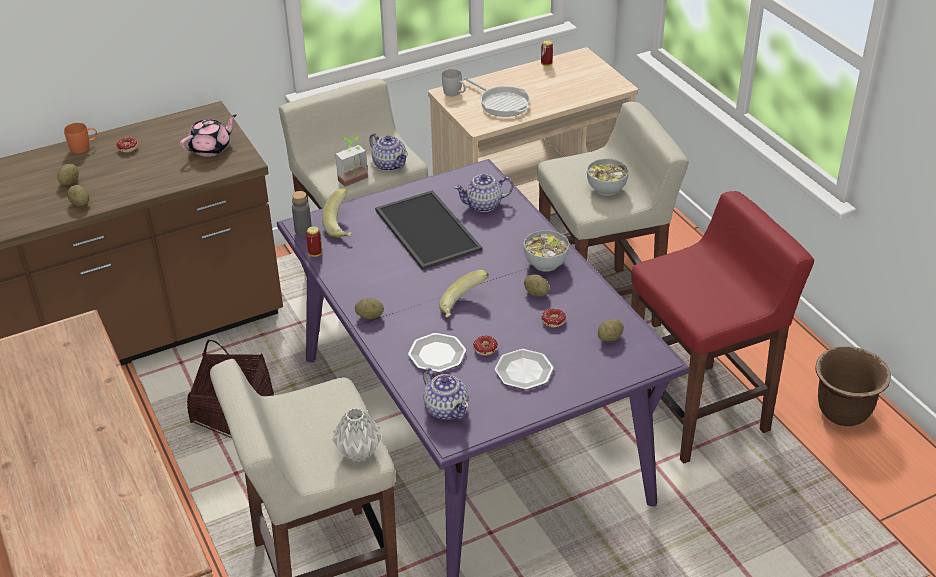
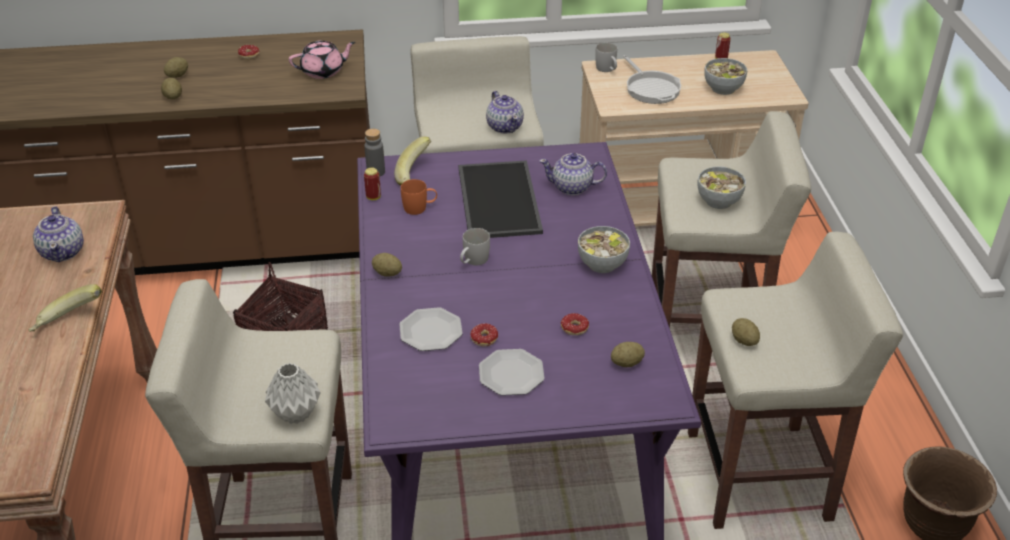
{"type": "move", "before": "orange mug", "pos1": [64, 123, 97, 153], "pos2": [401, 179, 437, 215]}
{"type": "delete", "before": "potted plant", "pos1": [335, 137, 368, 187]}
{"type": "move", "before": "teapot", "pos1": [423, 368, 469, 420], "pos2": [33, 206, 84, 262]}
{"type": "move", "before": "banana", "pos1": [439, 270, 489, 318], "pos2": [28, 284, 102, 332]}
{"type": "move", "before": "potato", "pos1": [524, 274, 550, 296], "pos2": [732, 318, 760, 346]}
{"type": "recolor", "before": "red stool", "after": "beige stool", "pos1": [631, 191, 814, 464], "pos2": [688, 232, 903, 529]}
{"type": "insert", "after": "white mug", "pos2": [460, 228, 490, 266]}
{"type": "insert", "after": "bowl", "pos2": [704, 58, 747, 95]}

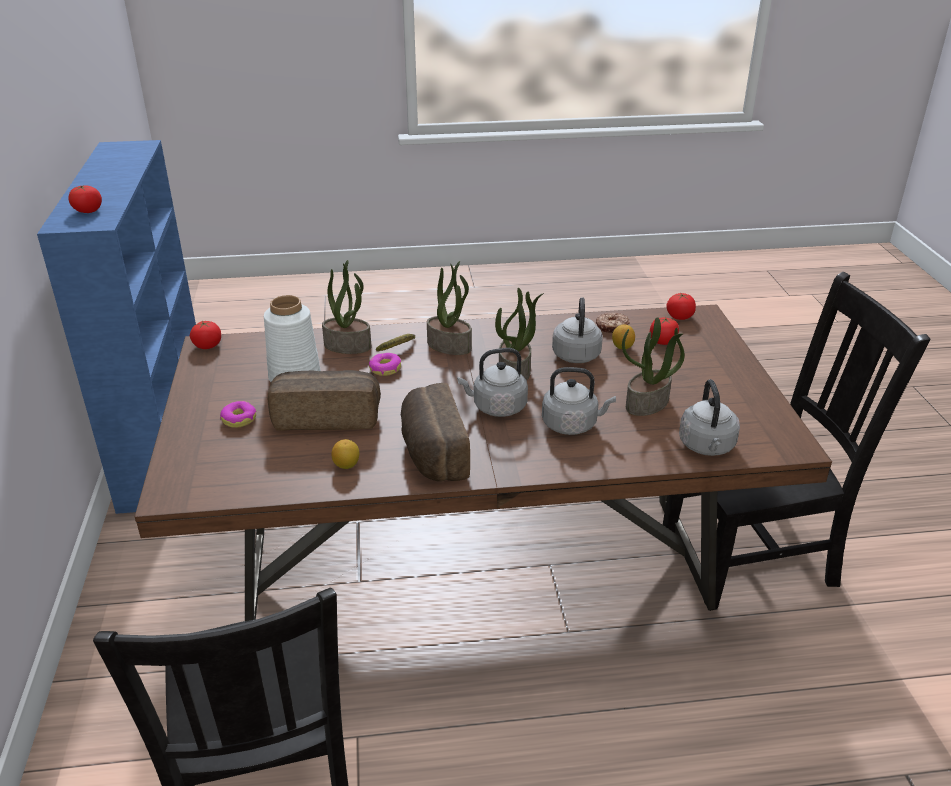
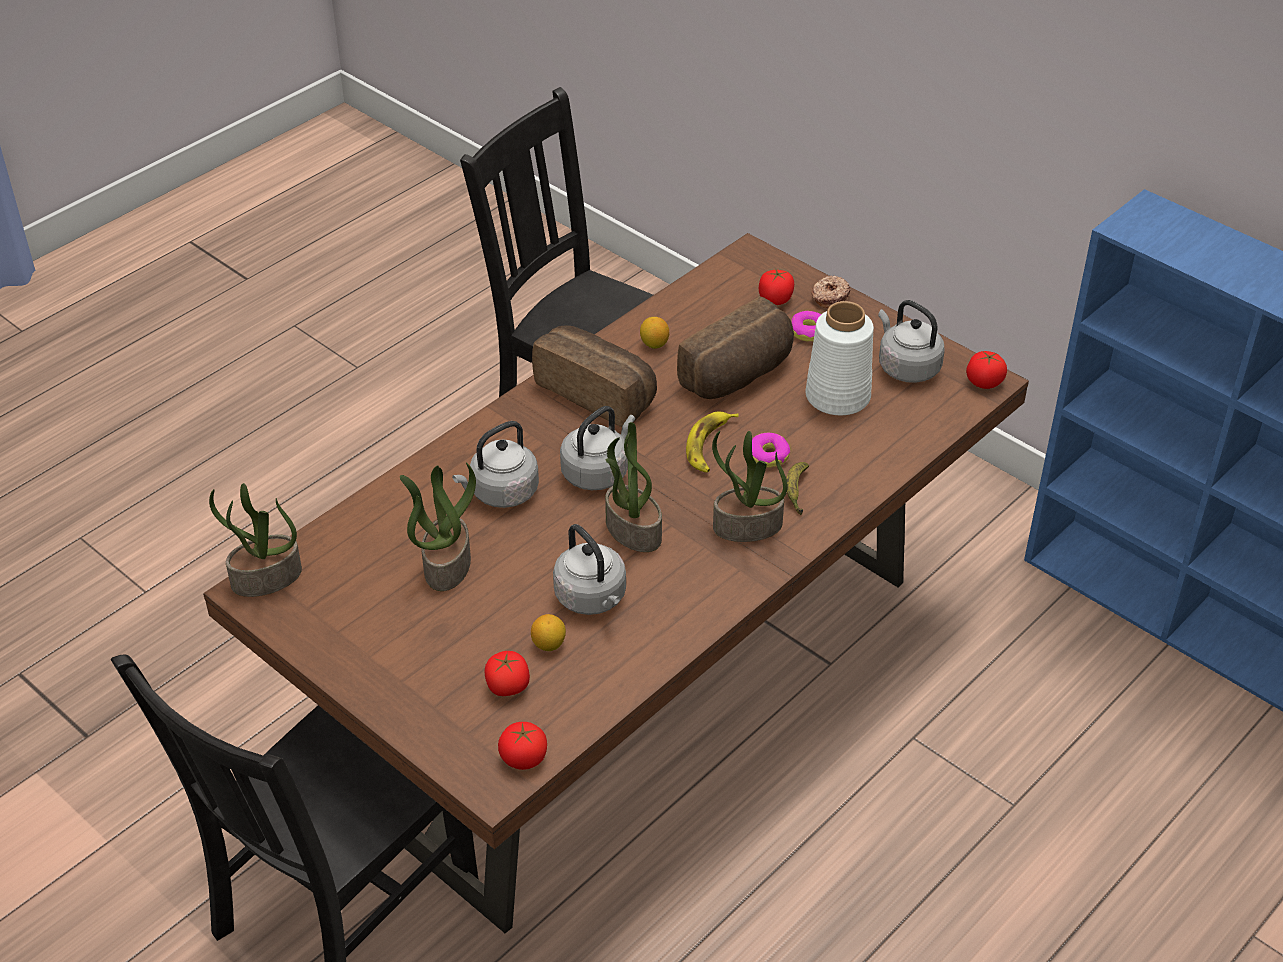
{"type": "move", "before": "tomato", "pos1": [68, 185, 102, 213], "pos2": [759, 268, 794, 305]}
{"type": "move", "before": "potted plant", "pos1": [322, 260, 371, 354], "pos2": [209, 483, 302, 597]}
{"type": "move", "before": "donut", "pos1": [596, 313, 630, 333], "pos2": [811, 275, 851, 308]}
{"type": "move", "before": "grey kettle", "pos1": [679, 379, 740, 456], "pos2": [878, 300, 945, 383]}
{"type": "insert", "after": "banana", "pos2": [686, 412, 738, 473]}

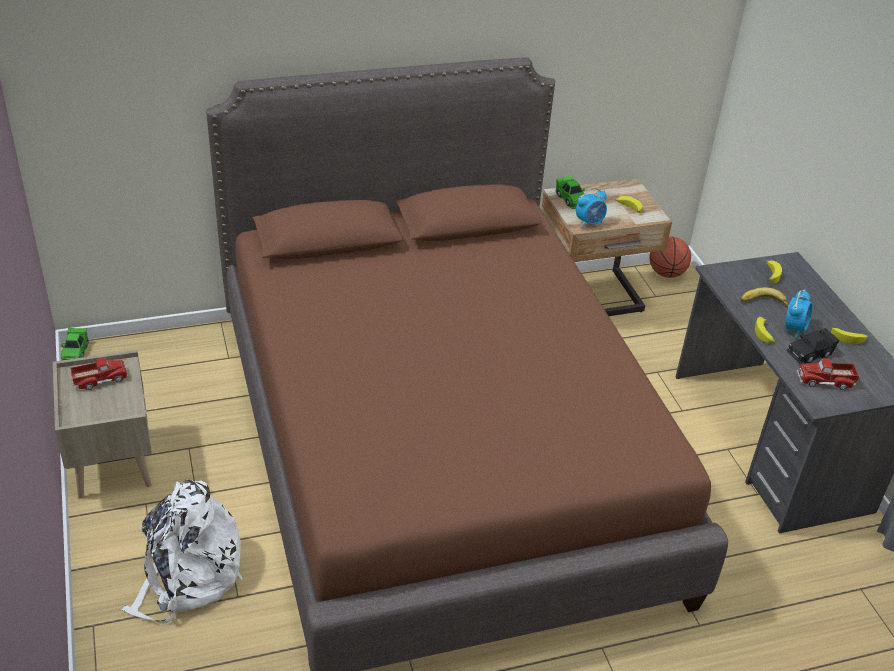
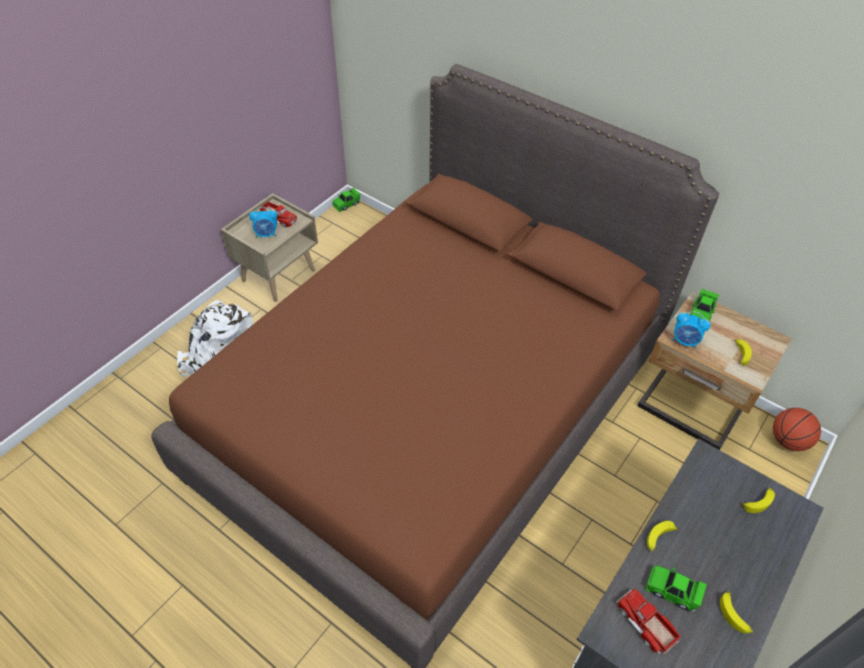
{"type": "delete", "before": "banana", "pos1": [741, 287, 789, 307]}
{"type": "move", "before": "alarm clock", "pos1": [785, 289, 812, 339], "pos2": [249, 207, 277, 238]}
{"type": "recolor", "before": "black toy car", "after": "green toy car", "pos1": [787, 328, 840, 364], "pos2": [646, 565, 707, 612]}

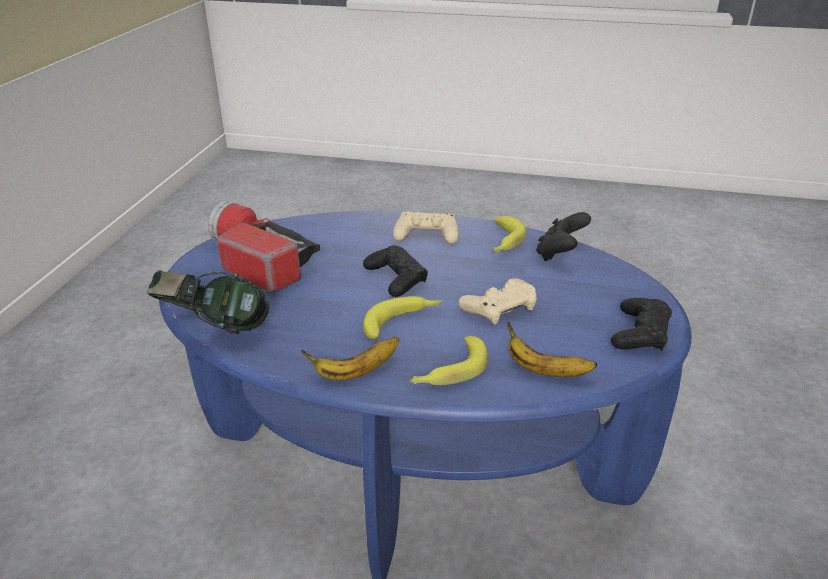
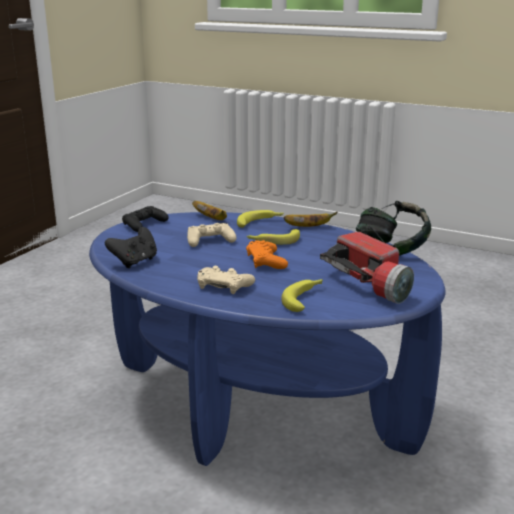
{"type": "recolor", "before": "black game controller", "after": "orange game controller", "pos1": [363, 245, 428, 297], "pos2": [246, 240, 288, 269]}
{"type": "move", "before": "banana", "pos1": [493, 216, 526, 253], "pos2": [281, 279, 323, 312]}

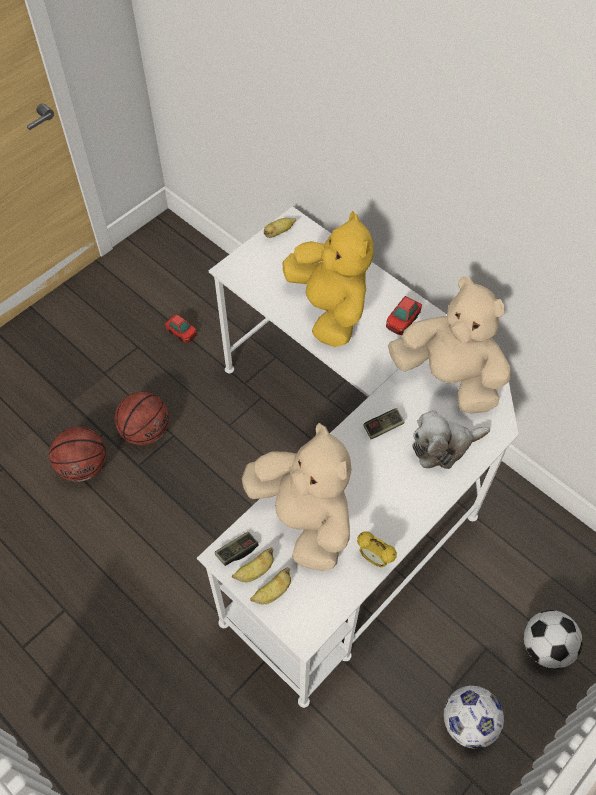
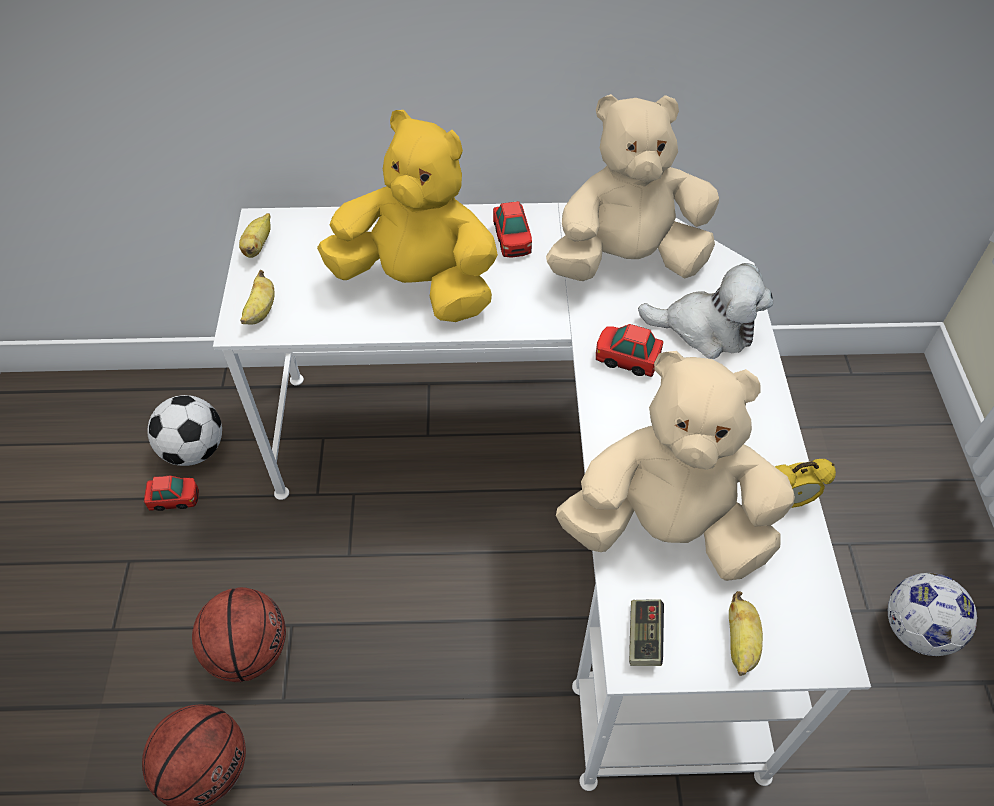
{"type": "move", "before": "banana", "pos1": [232, 547, 274, 582], "pos2": [240, 270, 275, 325]}
{"type": "replace", "before": "game controller", "after": "toy car", "pos1": [364, 408, 405, 439], "pos2": [596, 324, 663, 377]}
{"type": "rotate", "before": "plush toy", "pos1": [412, 410, 490, 469], "pos2": [638, 263, 773, 359], "turn": -105}
{"type": "move", "before": "football", "pos1": [524, 610, 583, 669], "pos2": [147, 395, 222, 466]}

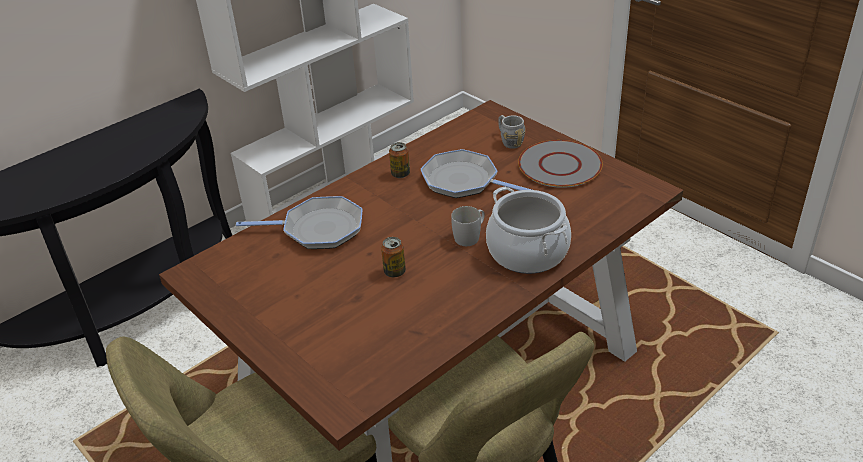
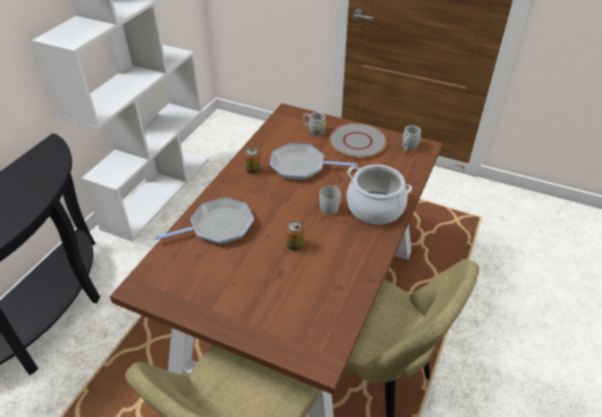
{"type": "insert", "after": "grey mug", "pos2": [402, 125, 421, 151]}

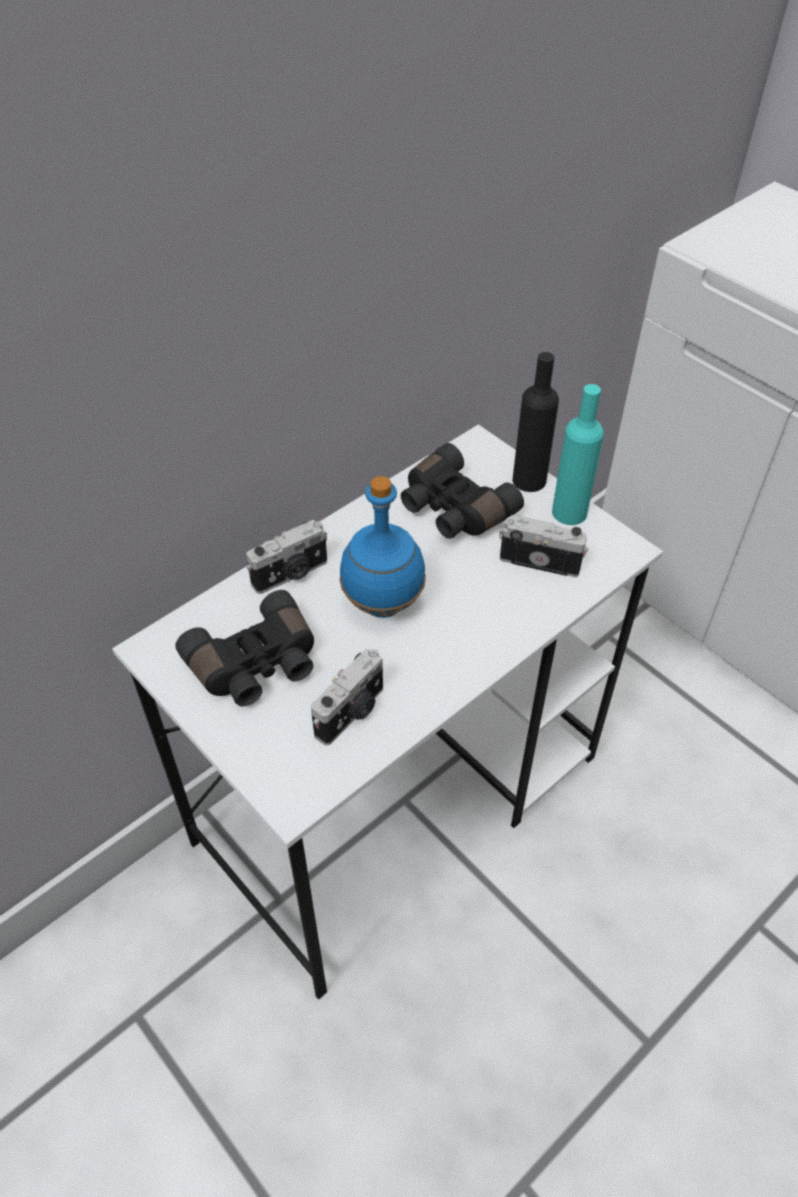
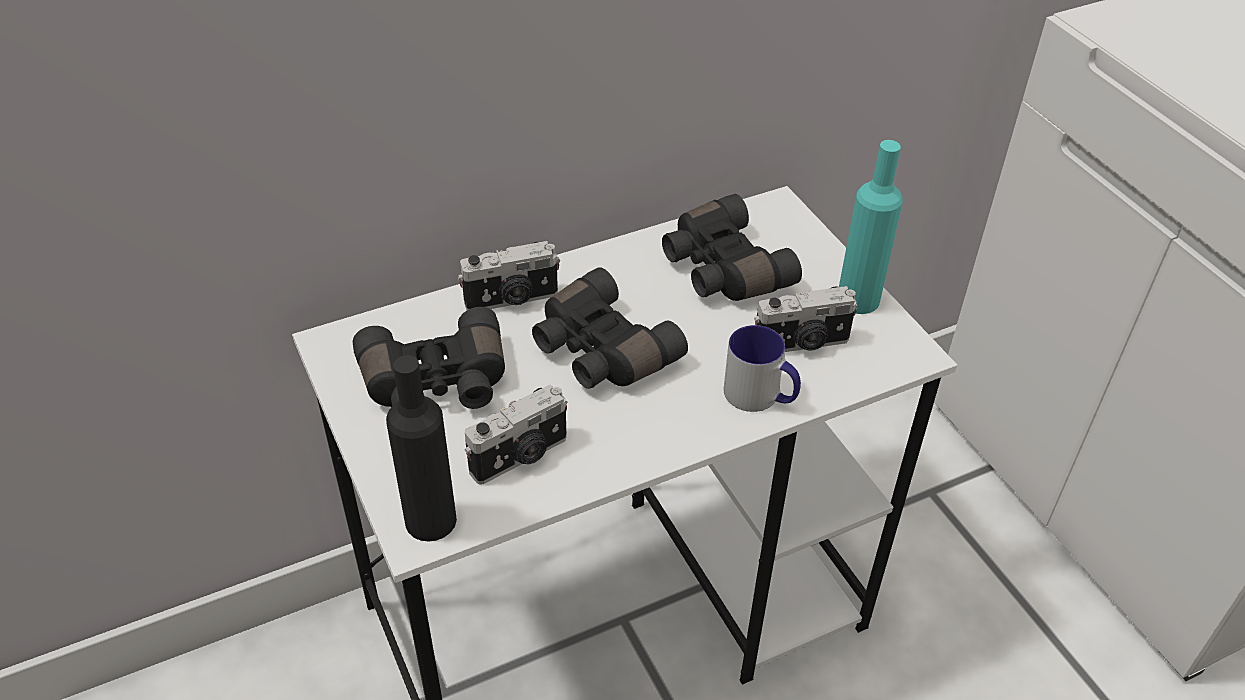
{"type": "replace", "before": "blue bottle", "after": "black binoculars", "pos1": [339, 476, 426, 618], "pos2": [532, 267, 688, 389]}
{"type": "rotate", "before": "photo camera", "pos1": [499, 515, 588, 577], "pos2": [754, 286, 858, 352], "turn": 135}
{"type": "move", "before": "black bottle", "pos1": [512, 352, 559, 492], "pos2": [386, 355, 457, 542]}
{"type": "insert", "after": "mug", "pos2": [724, 325, 801, 412]}

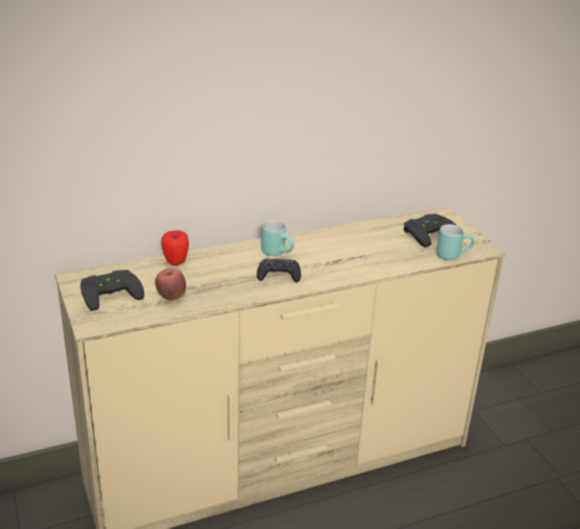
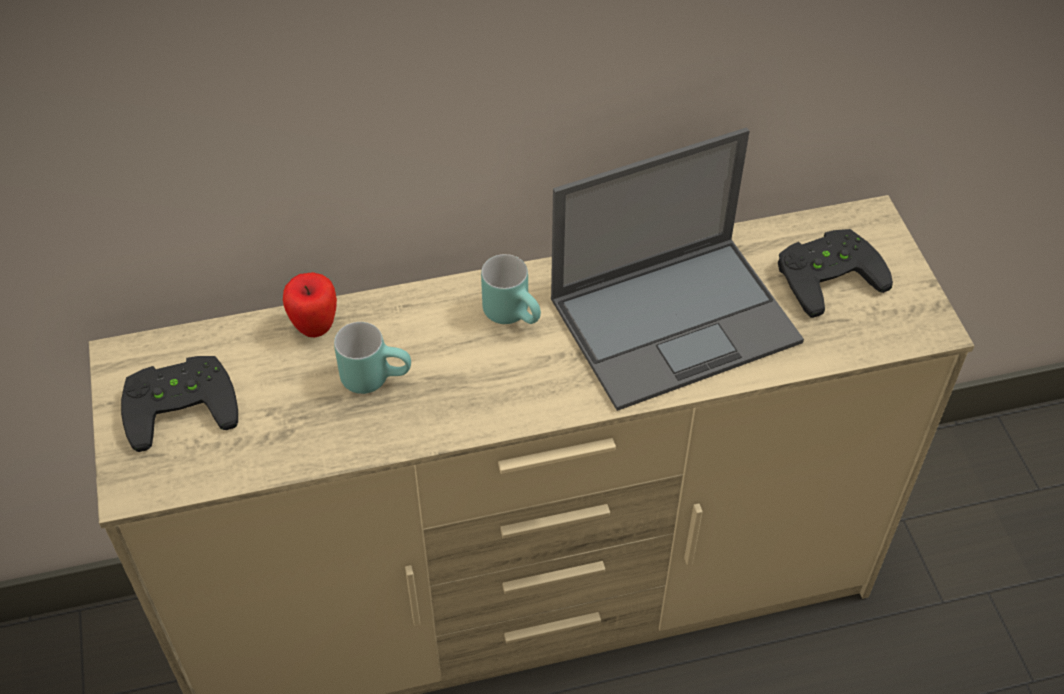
{"type": "delete", "before": "apple", "pos1": [155, 268, 186, 300]}
{"type": "delete", "before": "black game controller", "pos1": [257, 259, 301, 282]}
{"type": "move", "before": "turquoise mug", "pos1": [436, 224, 475, 260], "pos2": [334, 322, 411, 394]}
{"type": "insert", "after": "laptop", "pos2": [551, 128, 804, 411]}

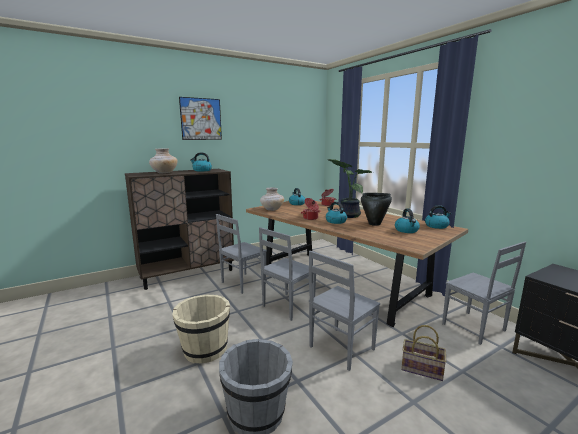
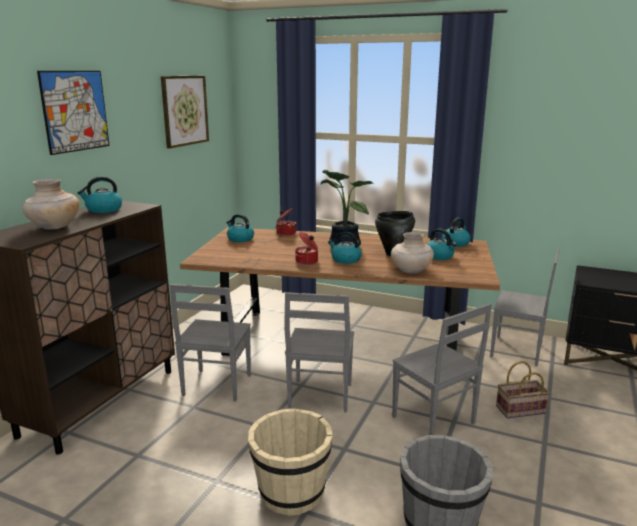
{"type": "move", "before": "beige vase", "pos1": [260, 188, 284, 211], "pos2": [391, 232, 434, 274]}
{"type": "rotate", "before": "grey chair", "pos1": [309, 251, 380, 371], "pos2": [392, 304, 492, 435], "turn": -45}
{"type": "insert", "after": "picture", "pos2": [161, 76, 209, 148]}

